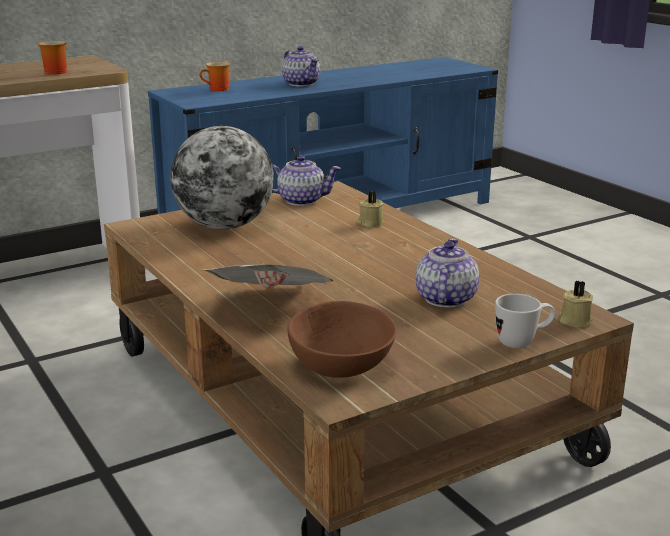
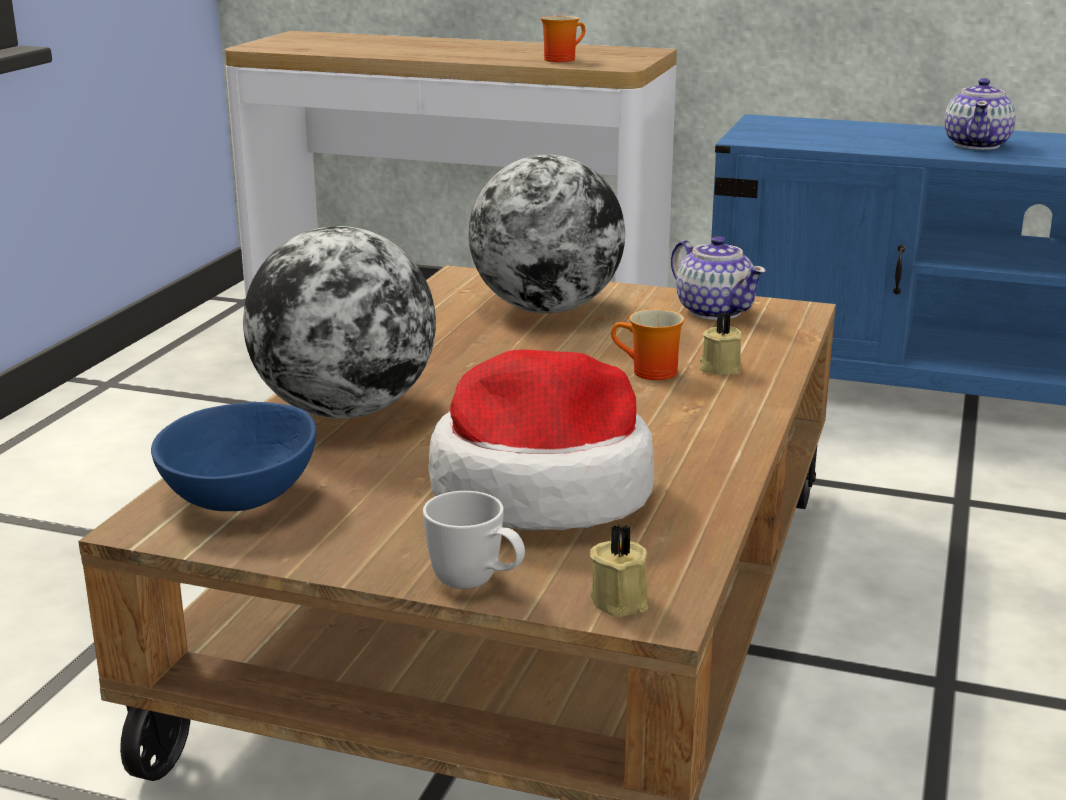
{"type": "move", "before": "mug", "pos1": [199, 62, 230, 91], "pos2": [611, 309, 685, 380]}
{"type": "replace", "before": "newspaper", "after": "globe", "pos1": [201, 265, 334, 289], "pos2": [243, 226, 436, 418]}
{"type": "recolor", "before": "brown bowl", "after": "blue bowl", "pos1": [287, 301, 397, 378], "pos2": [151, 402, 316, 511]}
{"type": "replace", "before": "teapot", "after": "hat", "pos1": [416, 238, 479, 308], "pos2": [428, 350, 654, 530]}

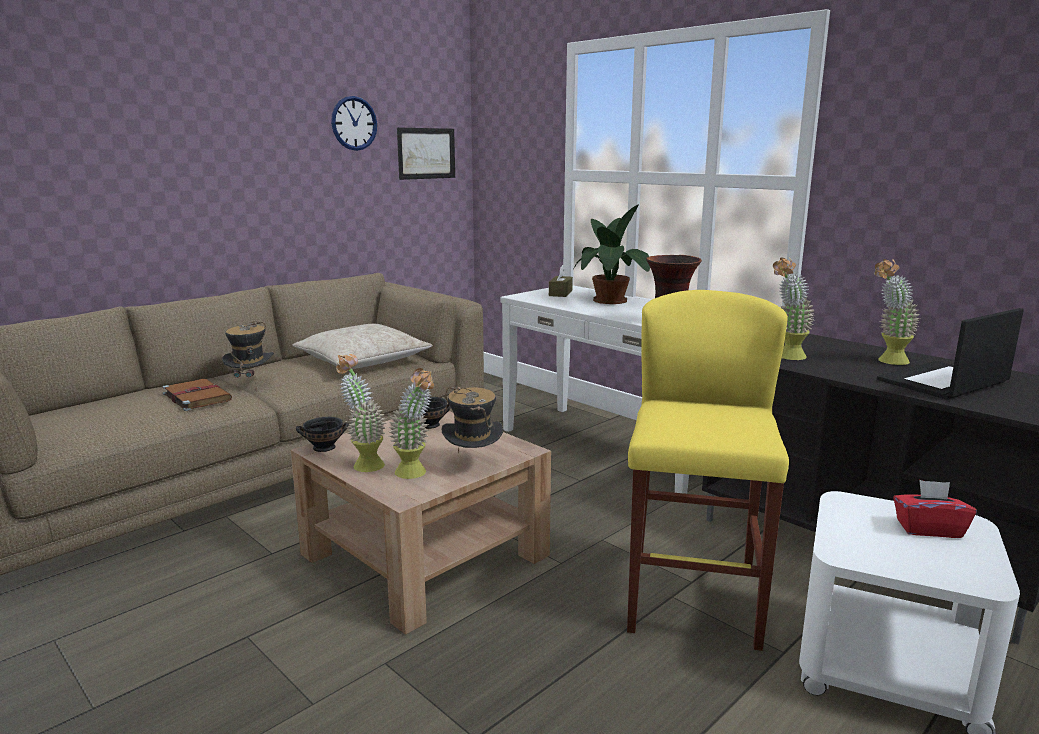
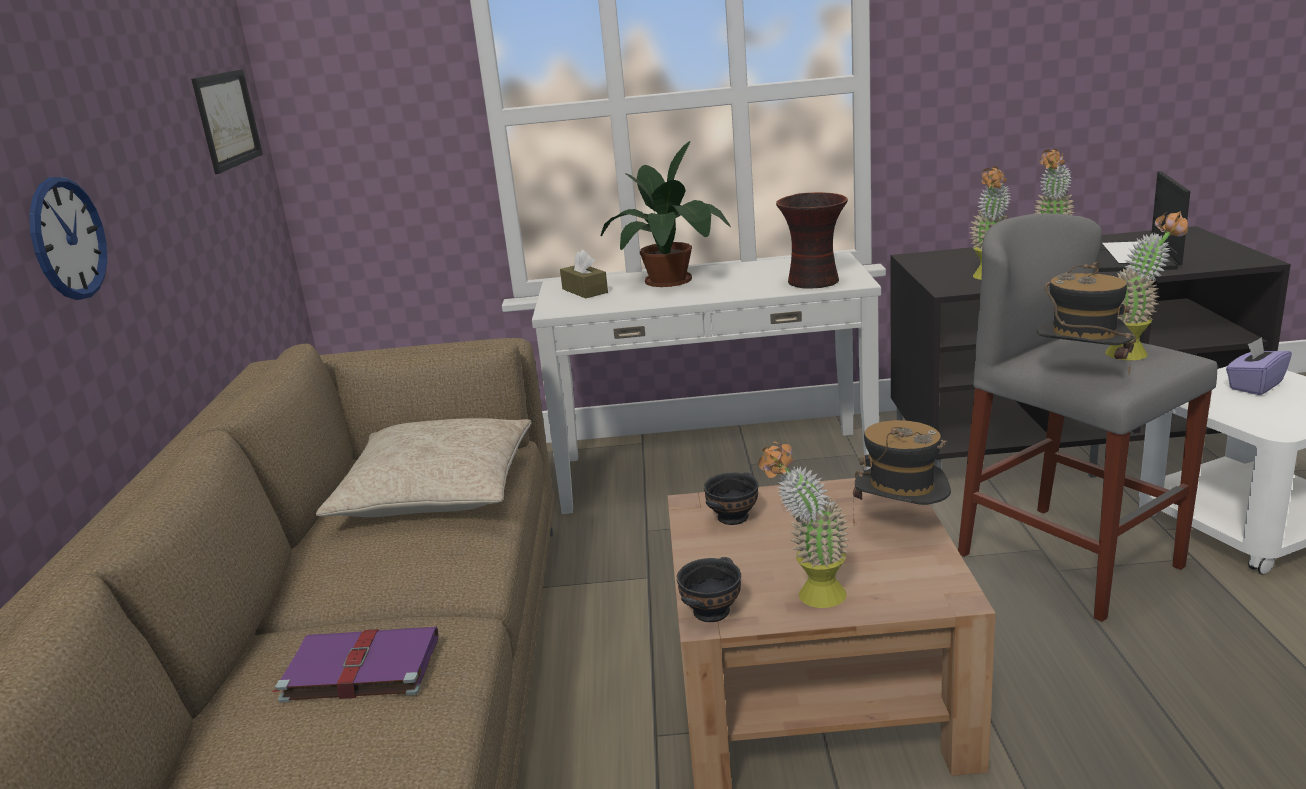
{"type": "recolor", "before": "brown book", "after": "purple book", "pos1": [162, 379, 232, 411], "pos2": [272, 627, 438, 703]}
{"type": "move", "before": "hat", "pos1": [222, 321, 274, 392], "pos2": [1037, 262, 1136, 374]}
{"type": "move", "before": "wall clock", "pos1": [331, 96, 377, 151], "pos2": [29, 177, 107, 300]}
{"type": "move", "before": "potted plant", "pos1": [389, 368, 434, 479], "pos2": [1105, 212, 1188, 360]}
{"type": "recolor", "before": "yellow stool", "after": "grey stool", "pos1": [627, 290, 789, 651], "pos2": [958, 213, 1217, 622]}
{"type": "recolor", "before": "red tissue box", "after": "purple tissue box", "pos1": [893, 480, 977, 538], "pos2": [1226, 337, 1292, 395]}

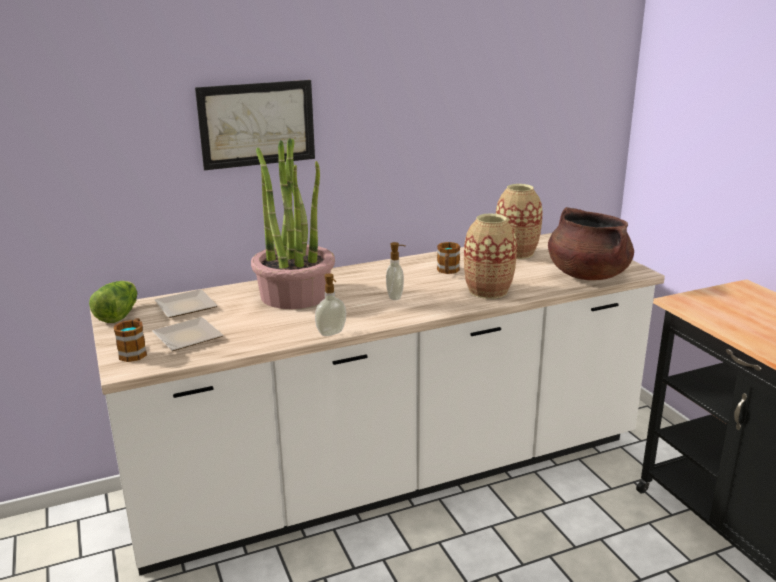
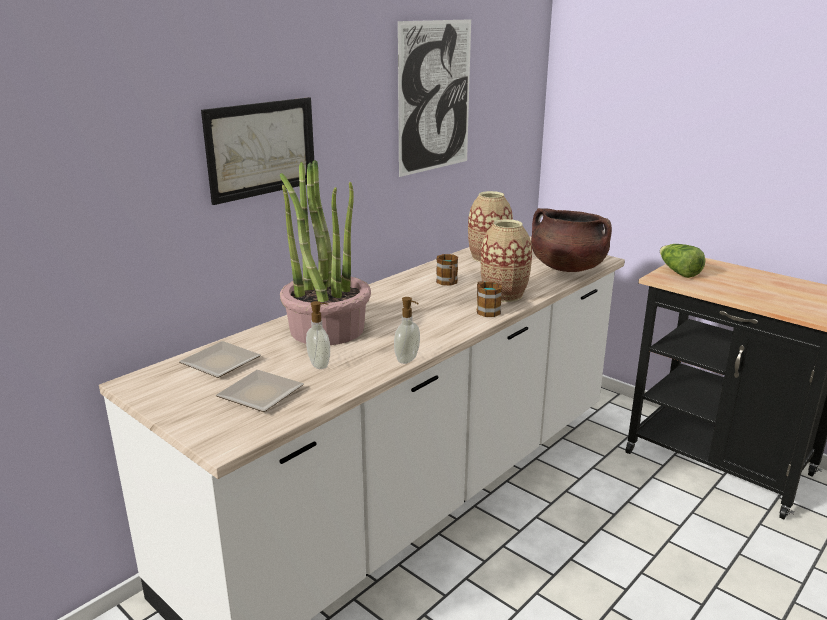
{"type": "move", "before": "lettuce", "pos1": [89, 281, 137, 323], "pos2": [660, 244, 706, 278]}
{"type": "move", "before": "mug", "pos1": [114, 318, 147, 362], "pos2": [477, 281, 502, 317]}
{"type": "move", "before": "soap dispenser", "pos1": [386, 242, 406, 300], "pos2": [306, 301, 330, 369]}
{"type": "insert", "after": "picture", "pos2": [398, 19, 471, 177]}

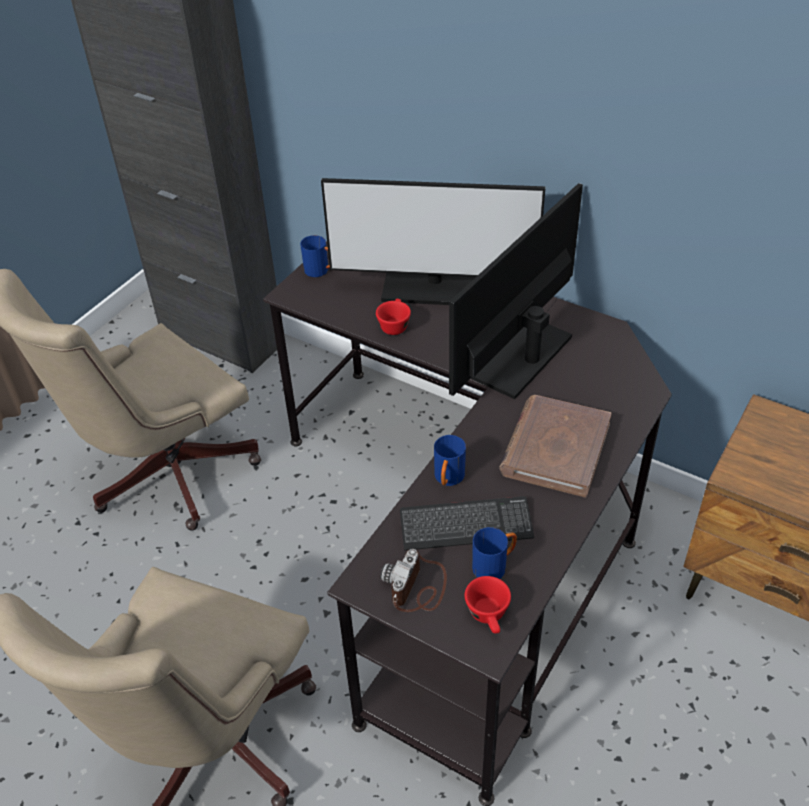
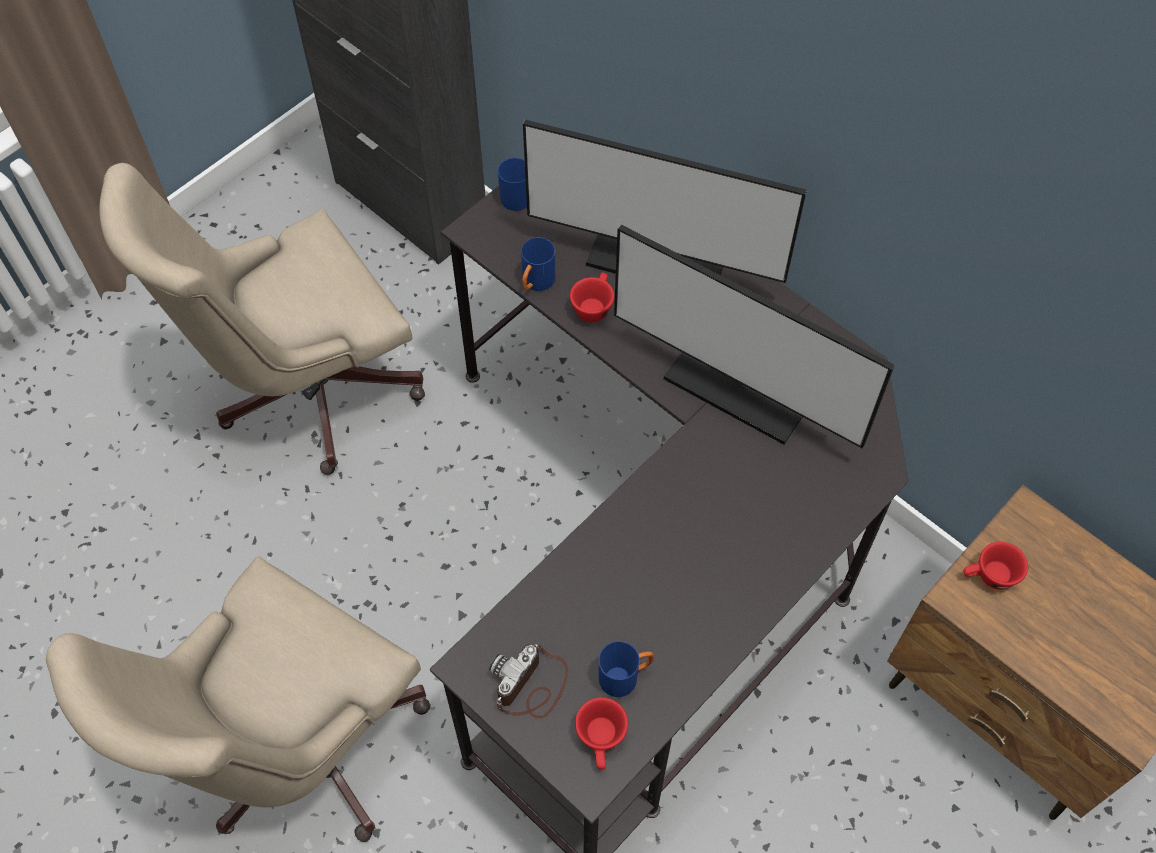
{"type": "delete", "before": "keyboard", "pos1": [400, 496, 534, 551]}
{"type": "move", "before": "blue mug", "pos1": [434, 435, 466, 486], "pos2": [521, 237, 555, 291]}
{"type": "rotate", "before": "monitor", "pos1": [449, 183, 583, 399], "pos2": [614, 225, 895, 448], "turn": -105}
{"type": "delete", "before": "brown book", "pos1": [500, 395, 612, 498]}
{"type": "insert", "after": "red cup", "pos2": [964, 542, 1028, 590]}

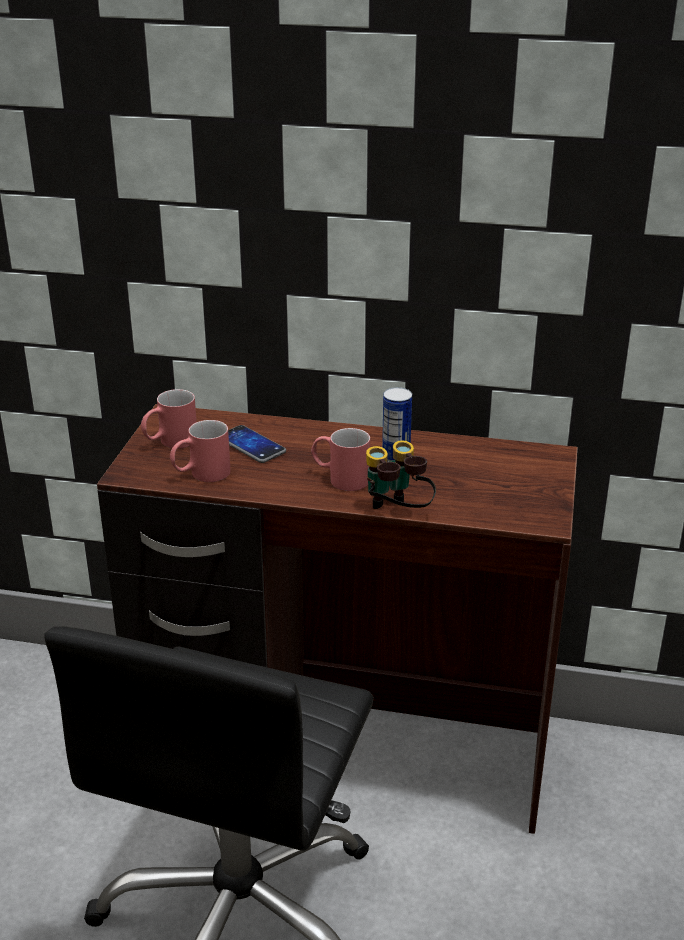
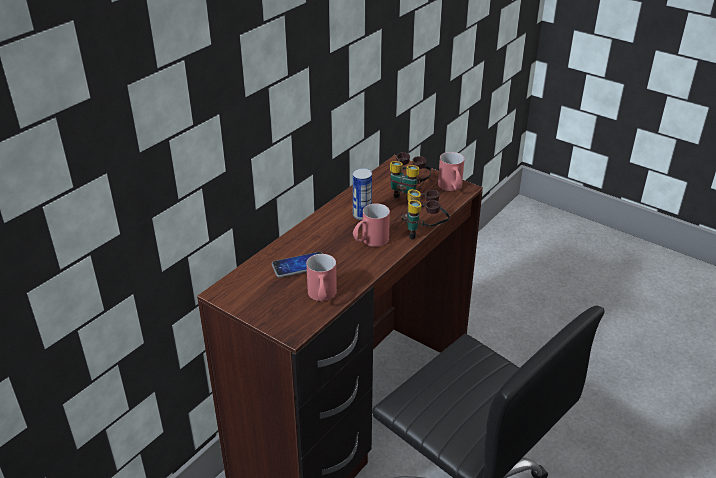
{"type": "move", "before": "red mug", "pos1": [141, 389, 197, 449], "pos2": [438, 152, 465, 191]}
{"type": "insert", "after": "binoculars", "pos2": [390, 152, 431, 201]}

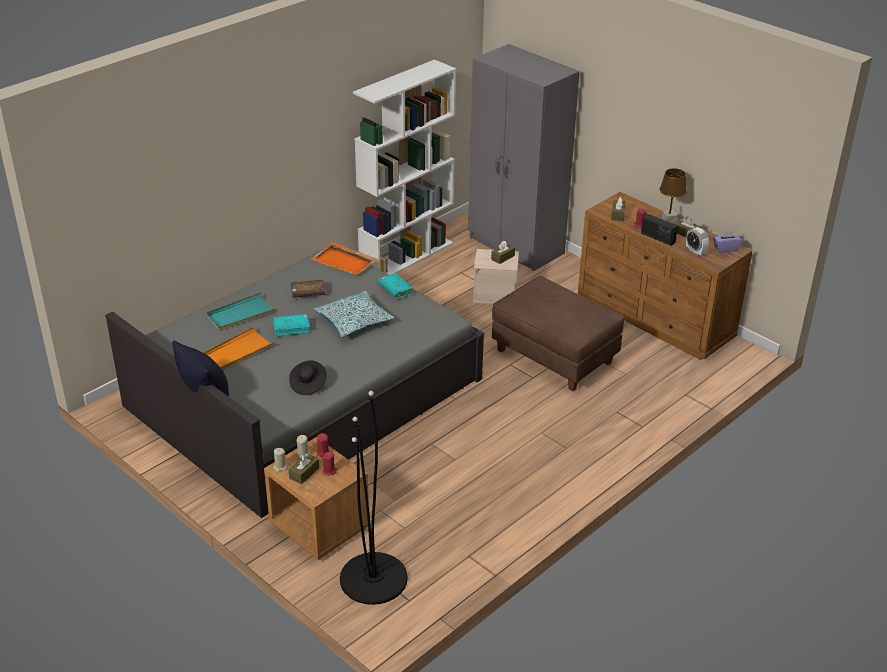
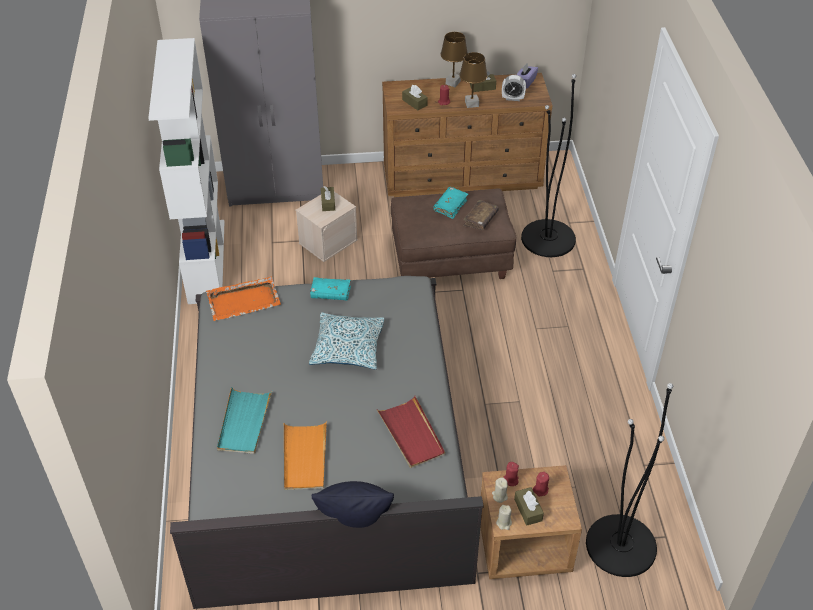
{"type": "move", "before": "turquoise book", "pos1": [273, 314, 310, 337], "pos2": [433, 187, 468, 219]}
{"type": "replace", "before": "black hat", "after": "red tray", "pos1": [289, 360, 327, 395], "pos2": [377, 396, 445, 468]}
{"type": "move", "before": "brown book", "pos1": [291, 279, 326, 298], "pos2": [463, 200, 499, 230]}
{"type": "replace", "before": "radio", "after": "brown table lamp", "pos1": [641, 214, 678, 246], "pos2": [459, 52, 488, 108]}
{"type": "insert", "after": "black floor lamp", "pos2": [521, 74, 576, 257]}

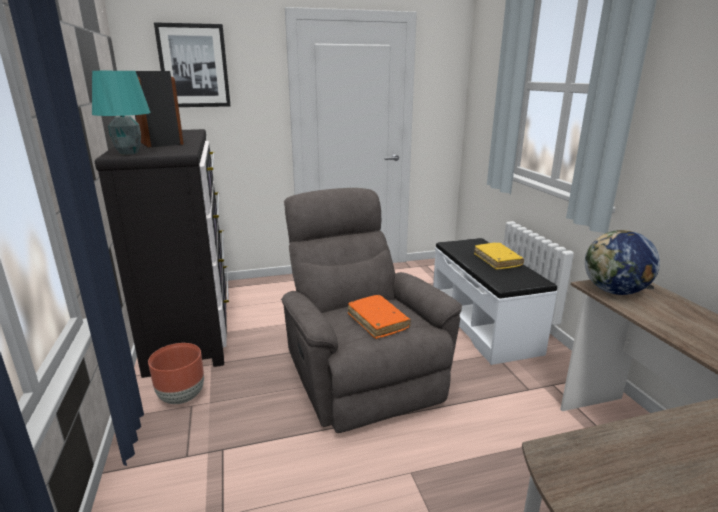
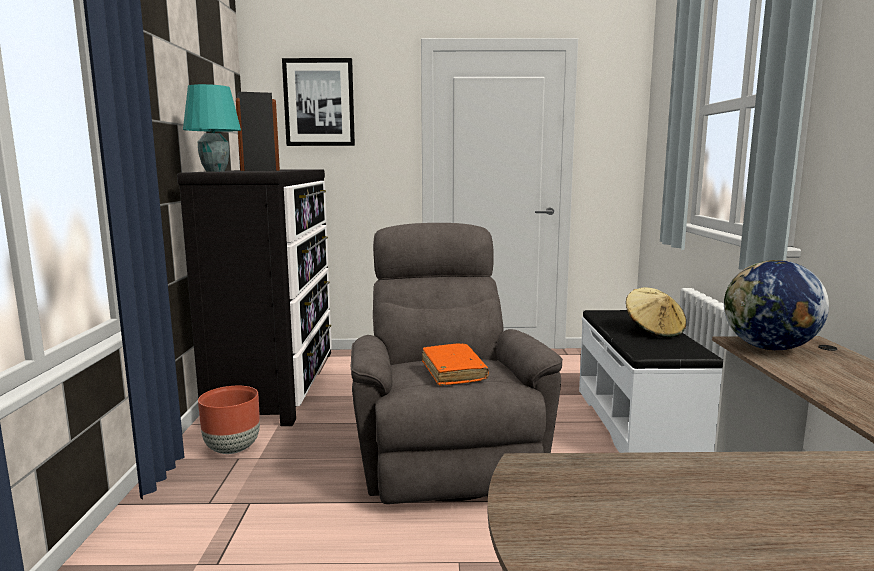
{"type": "replace", "before": "yellow book", "after": "beige hat", "pos1": [474, 243, 524, 270], "pos2": [626, 288, 686, 338]}

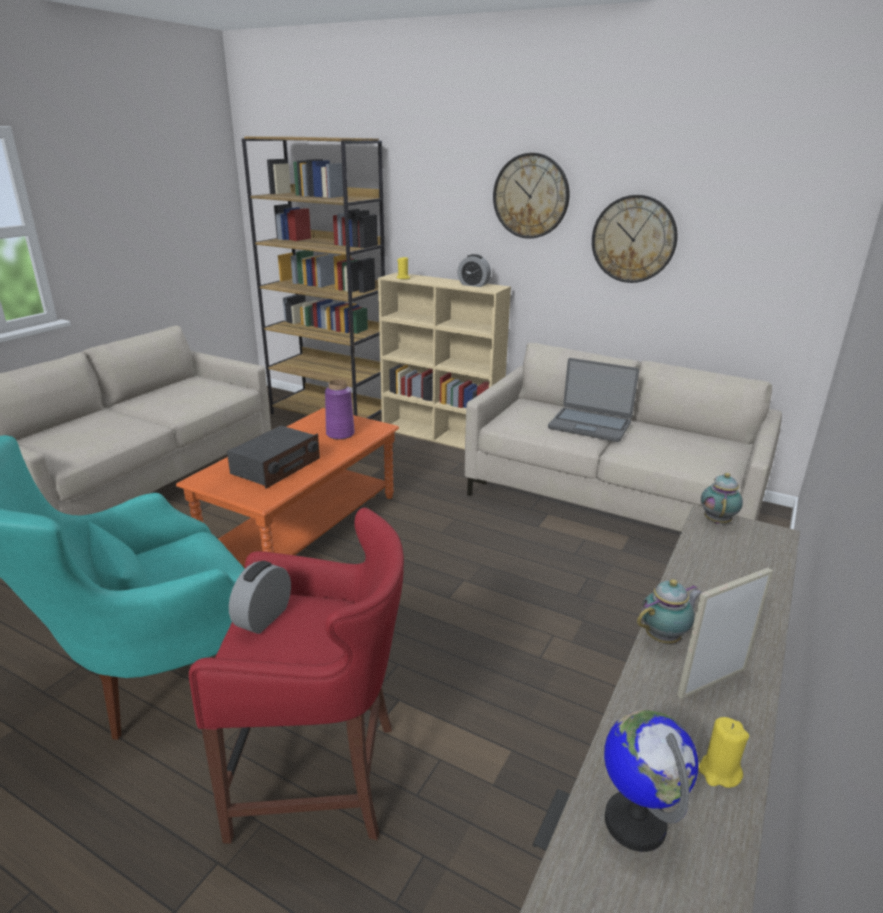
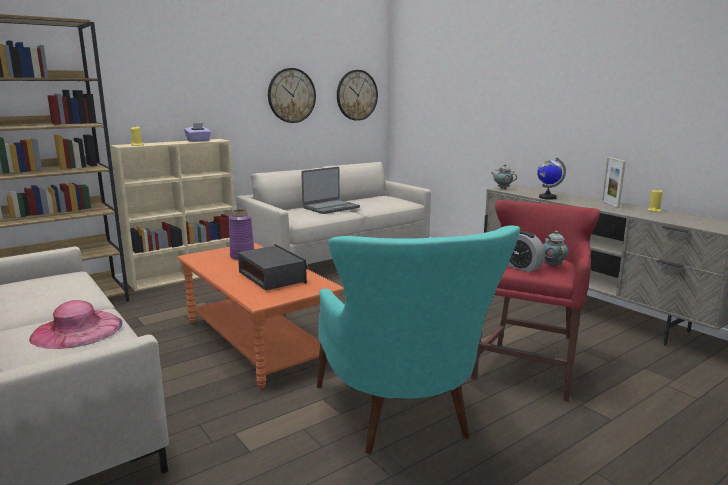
{"type": "replace", "before": "alarm clock", "after": "purple tissue box", "pos1": [457, 254, 491, 287], "pos2": [184, 123, 211, 142]}
{"type": "move", "before": "wall clock", "pos1": [493, 153, 570, 239], "pos2": [337, 70, 378, 121]}
{"type": "move", "before": "globe", "pos1": [604, 710, 699, 852], "pos2": [537, 158, 566, 200]}
{"type": "move", "before": "teapot", "pos1": [637, 579, 702, 644], "pos2": [543, 231, 569, 268]}
{"type": "insert", "after": "pink hat", "pos2": [29, 300, 122, 349]}

